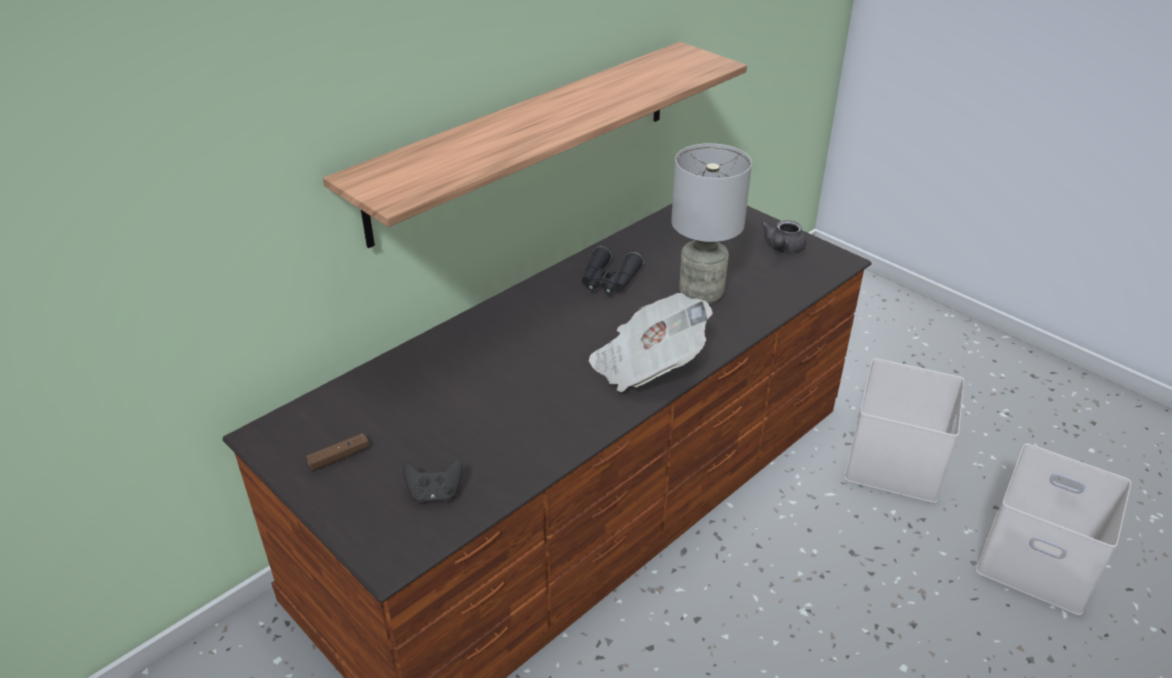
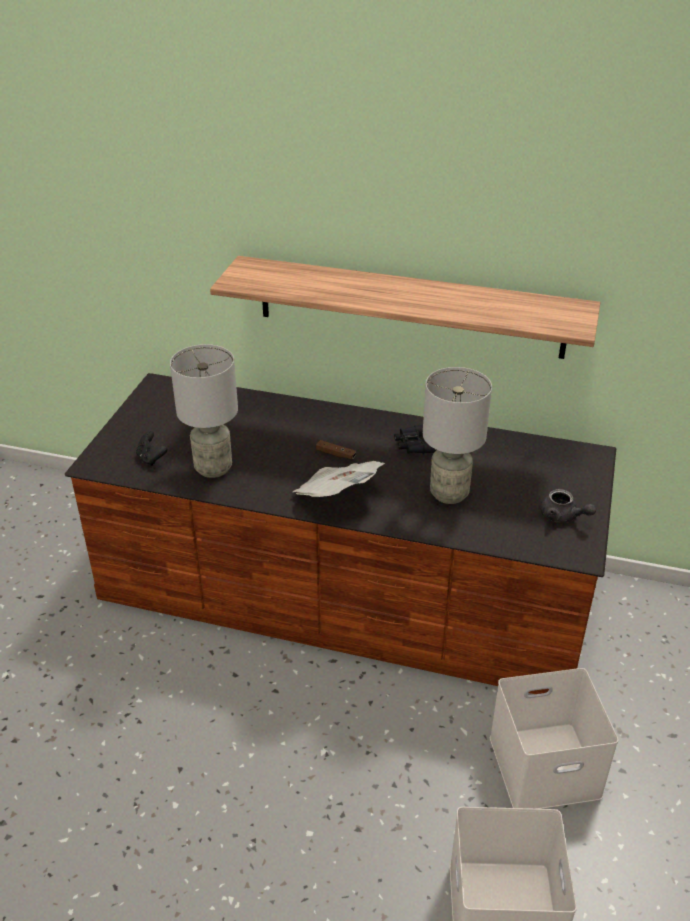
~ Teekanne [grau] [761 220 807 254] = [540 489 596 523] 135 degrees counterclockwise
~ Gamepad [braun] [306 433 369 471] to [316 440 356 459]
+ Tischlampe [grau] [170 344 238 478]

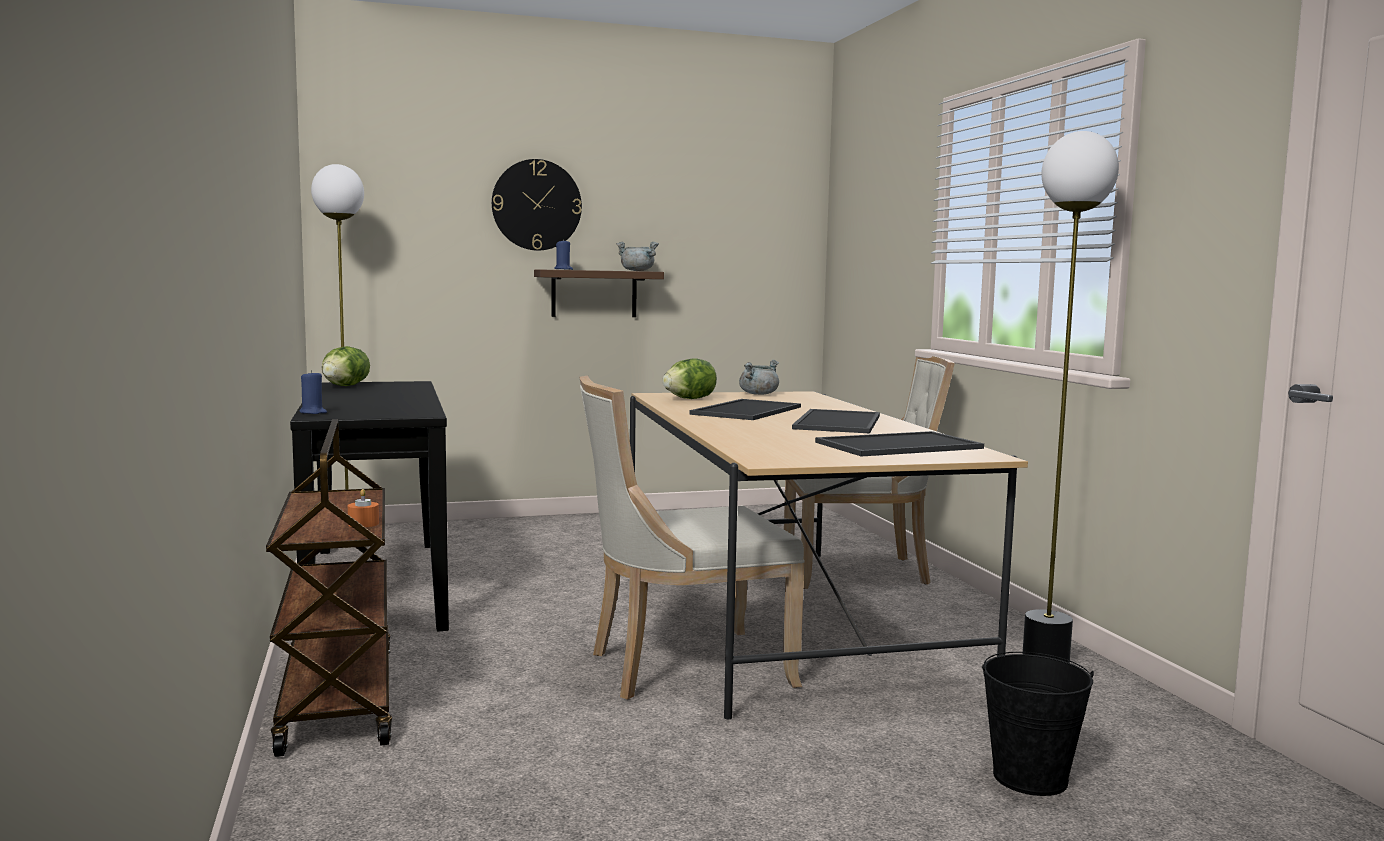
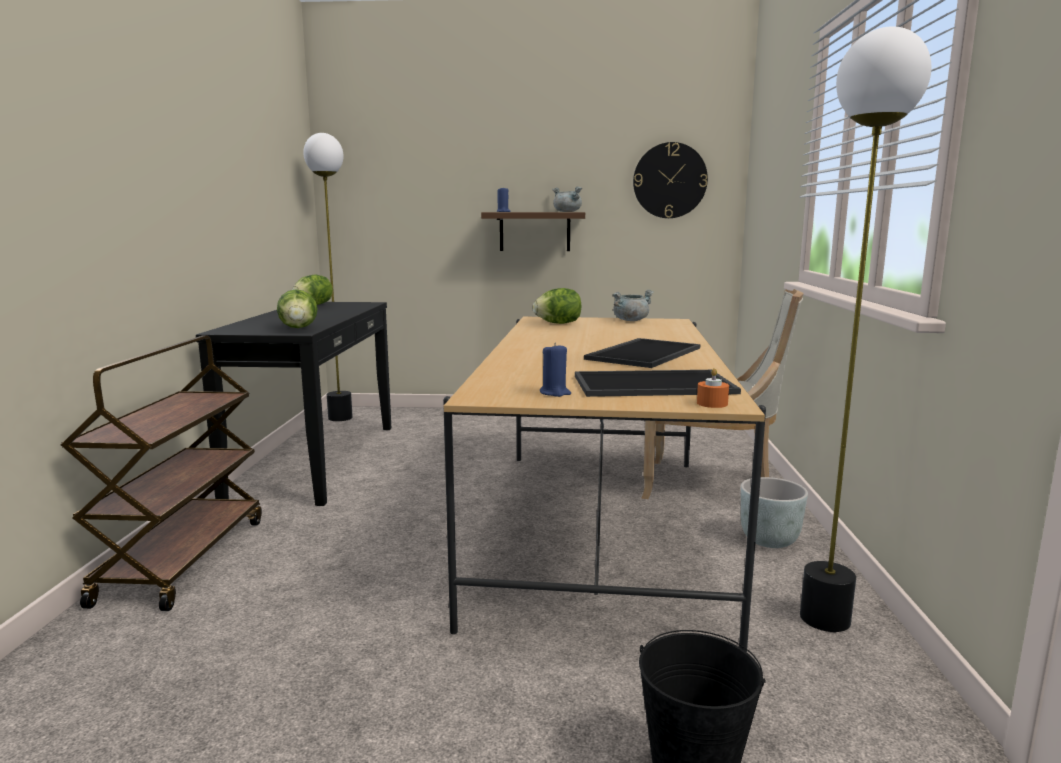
~ Wanduhr [492 159 582 251] to [633 142 708 218]
~ Kerze [blau] [300 370 327 414] to [540 342 571 397]
- Stuhl [beige] [579 376 805 700]
- Tablett [689 399 801 420]
~ Kerze [orange] [348 489 379 527] to [697 368 729 408]
+ Salatkopf [277 289 318 328]
+ Pflanzkübel [grau] [741 477 808 548]

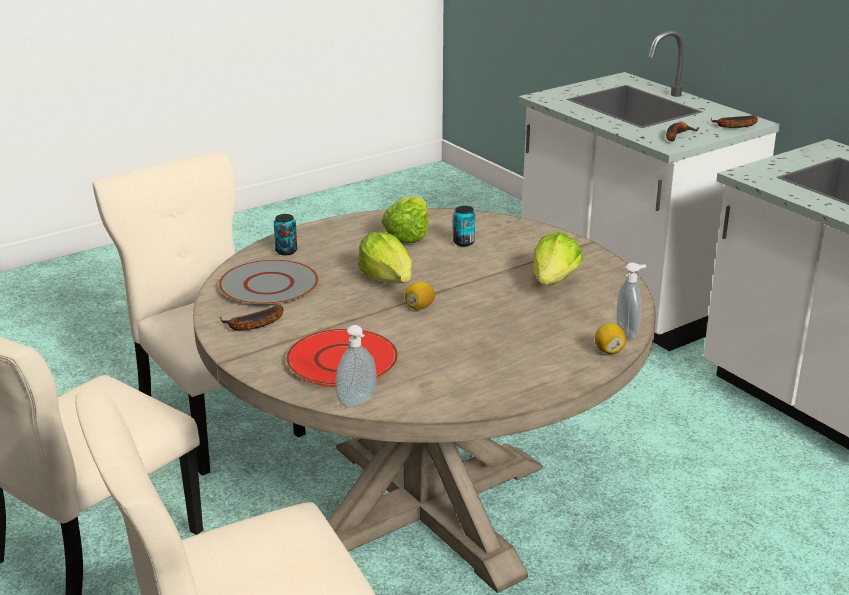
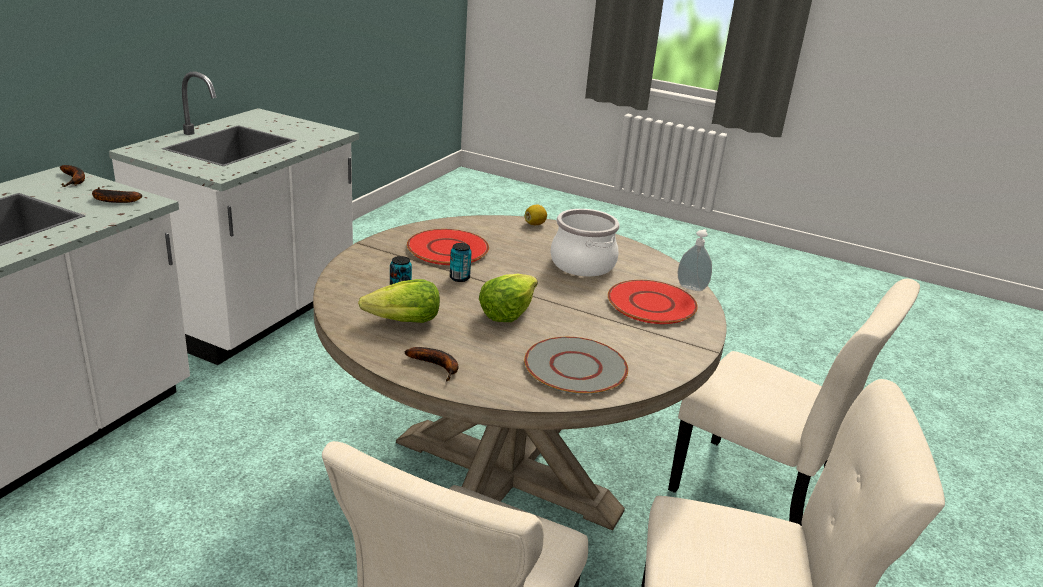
~ Dose [274 214 297 255] to [450 243 472 282]
~ Salatkopf [532 232 583 285] to Teller [rot] [407 229 489 265]
- Seifenspender [616 263 646 340]
- Zitrone [405 282 435 310]
~ Banane [220 305 283 330] to [405 347 458 382]
+ Kochtopf [551 209 620 276]

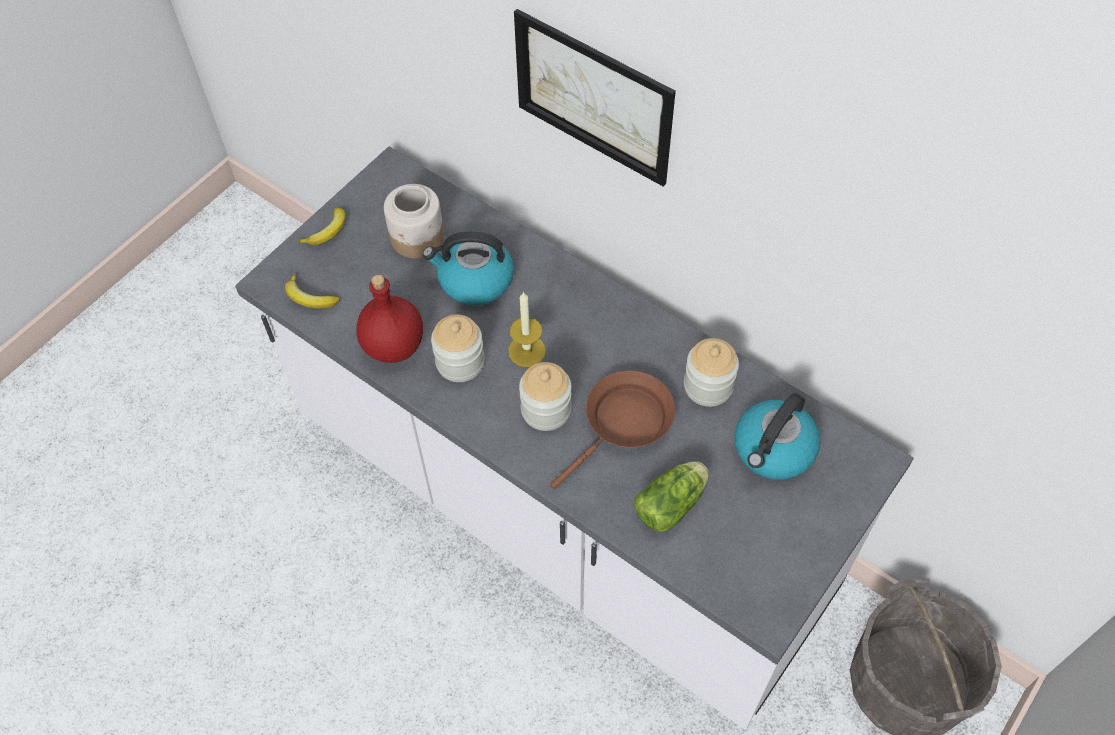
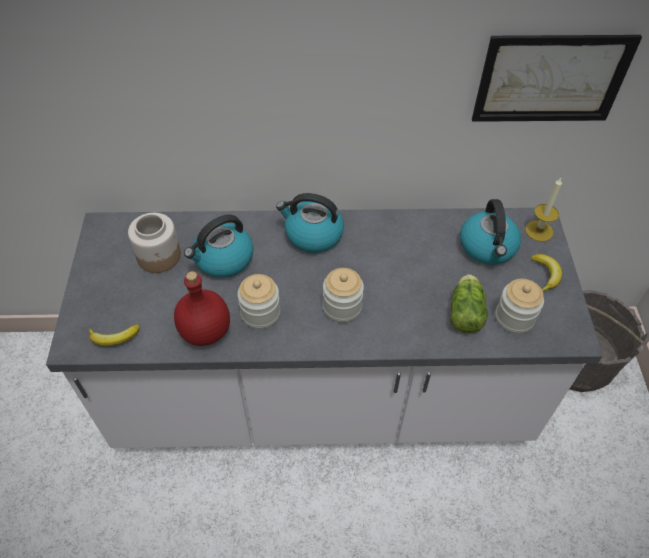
~ Bild [514 9 676 187] to [472 35 642 122]
~ Banane [298 208 346 245] to [531 254 562 292]
~ Kerze [508 292 546 367] to [525 178 562 242]
~ Vorratsglas [684 338 739 407] to [495 279 544 334]
- Pfanne [braun] [550 371 675 490]
+ Wasserkessel [276 193 344 253]

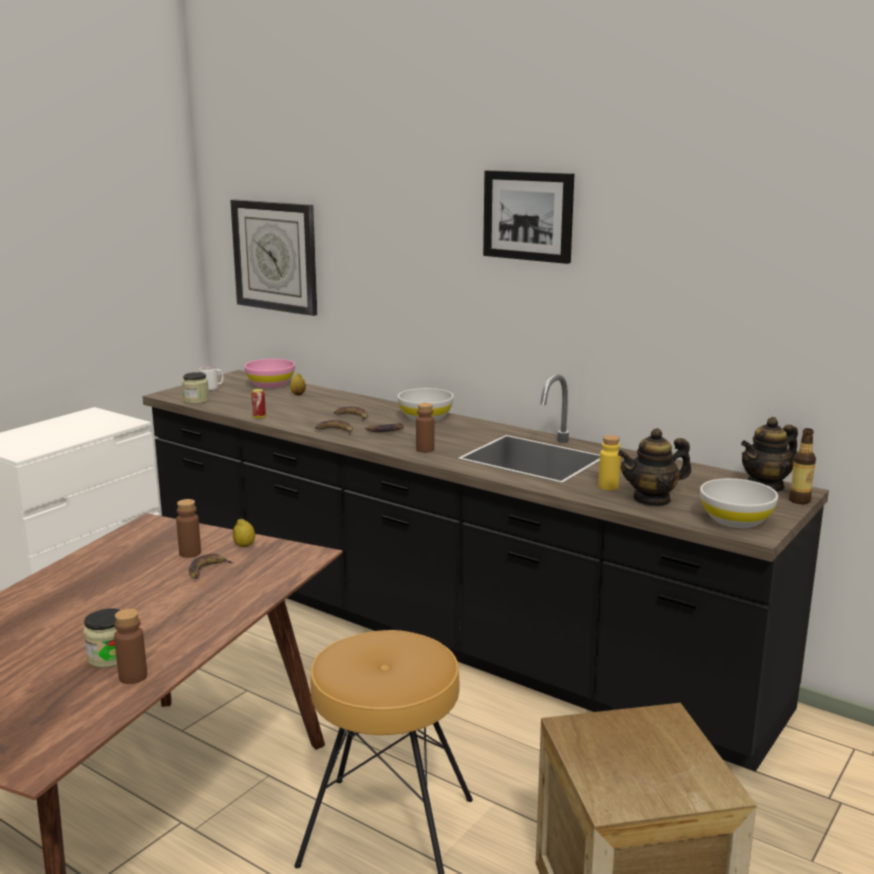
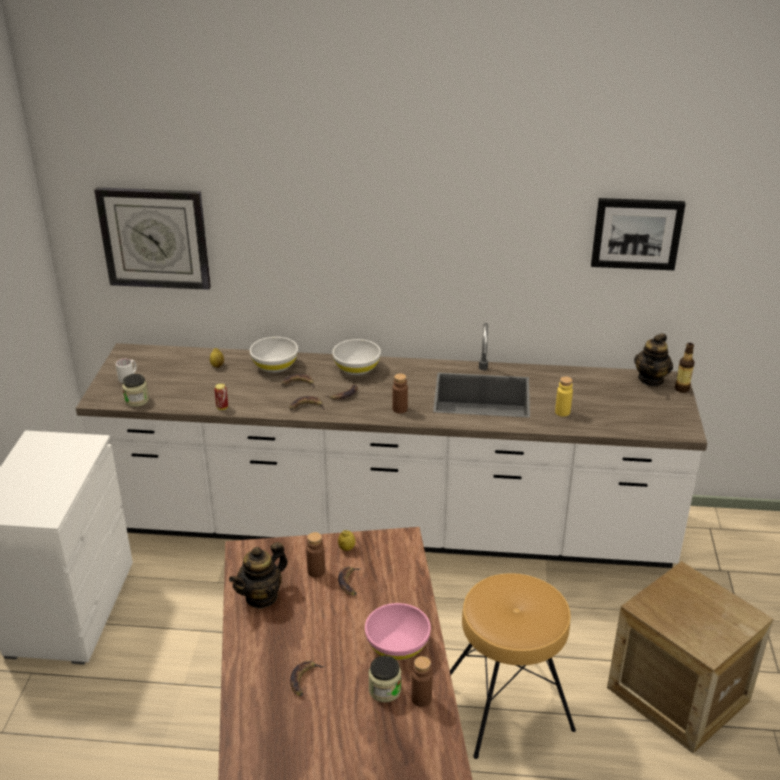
~ Bild [483 170 574 264] to [591 198 685 270]
~ Schüssel [rosa] [244 359 295 388] to [365 603 431 660]
~ Küchenzeile [schwarz] [142 370 829 772] to Küchenzeile [weiß] [76 323 707 568]
~ Teekanne [618 428 691 507] to [229 542 288 609]
~ Schüssel [weiß] [700 478 778 528] to [250 337 298 373]
+ Banane [290 660 324 697]

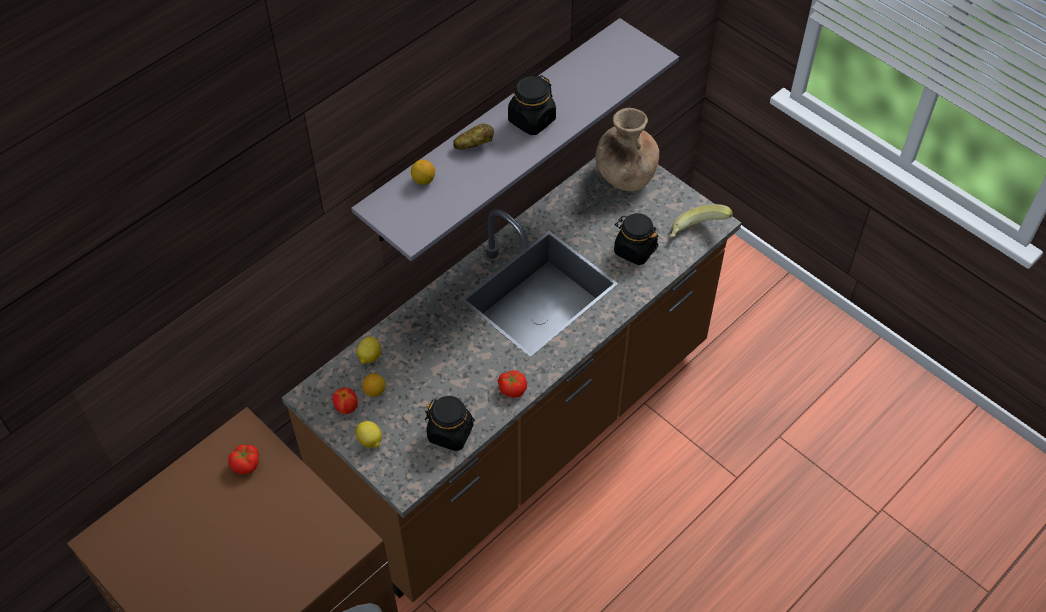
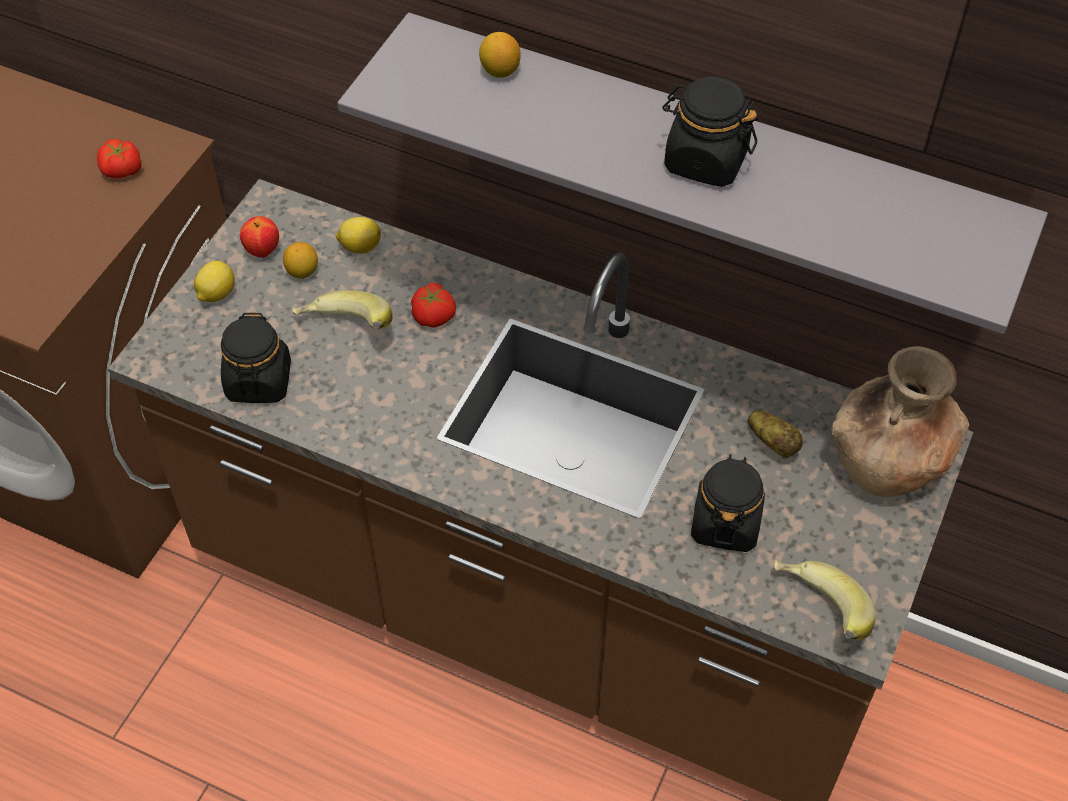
~ Kartoffel [453 124 494 150] to [748 410 803 459]
~ Tomate [498 370 527 398] to [411 283 456 328]
+ Banane [291 290 393 329]

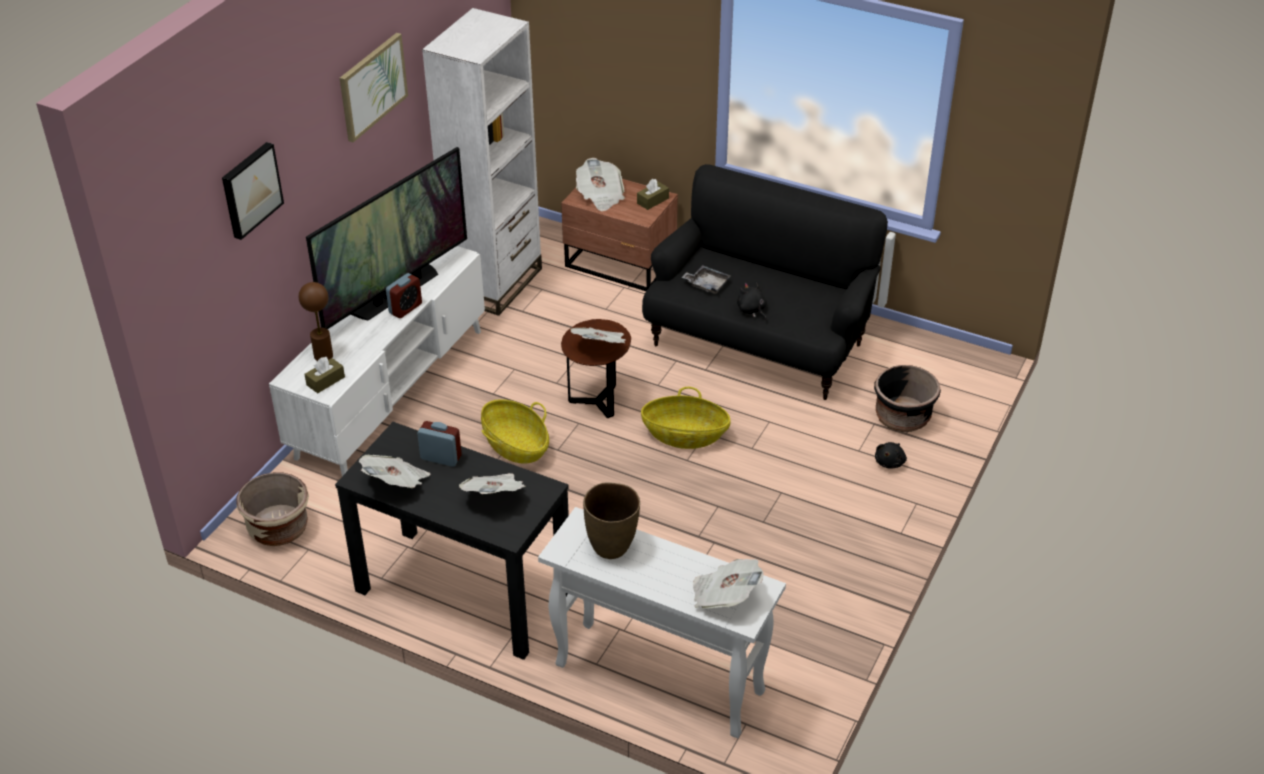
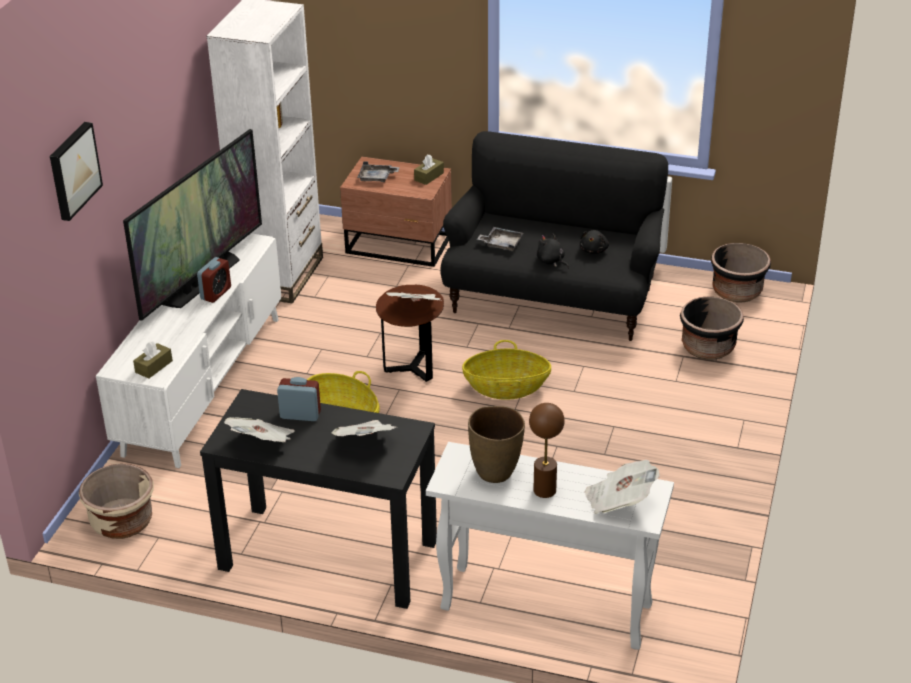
- Bild [340 33 408 142]
~ Zeitung [576 158 625 211] to Tablett [grau] [357 161 400 182]
~ Tischlampe [braun] [299 282 333 361] to [529 403 564 498]
~ Plüschtier [schwarz] [875 442 907 469] to [580 230 609 254]
+ Pflanzkübel [schwarz] [711 243 771 302]

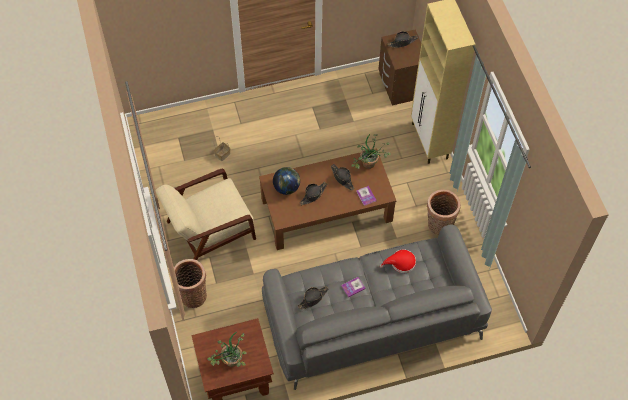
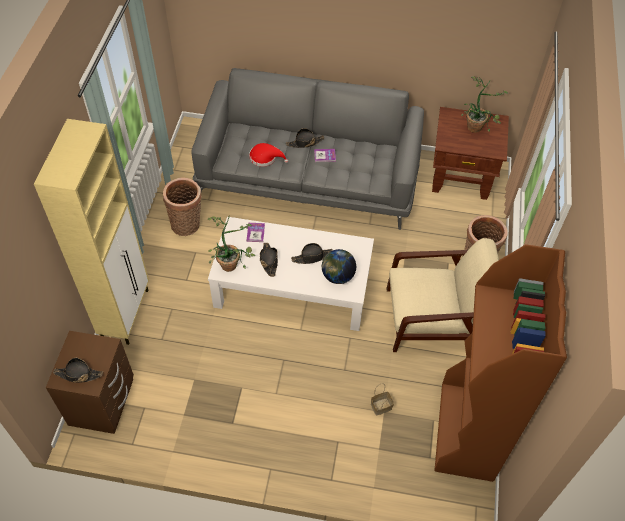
~ Couchtisch [braun] [259 149 396 250] to Couchtisch [weiß] [208 217 374 331]
~ Hut [schwarz] [298 286 329 310] to [286 128 324 148]
+ Bücherregal [braun] [434 244 567 482]

